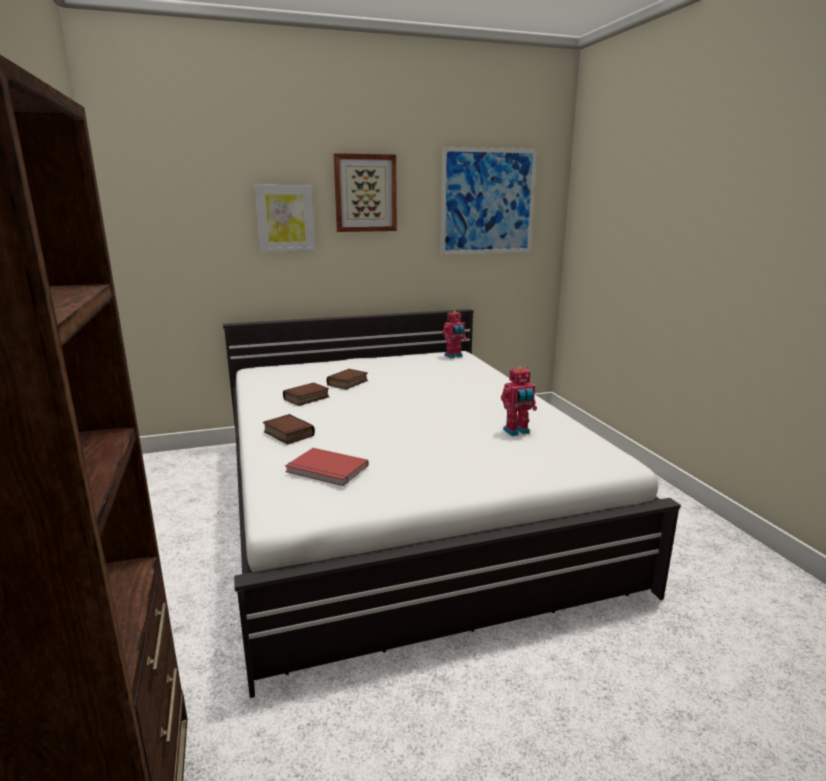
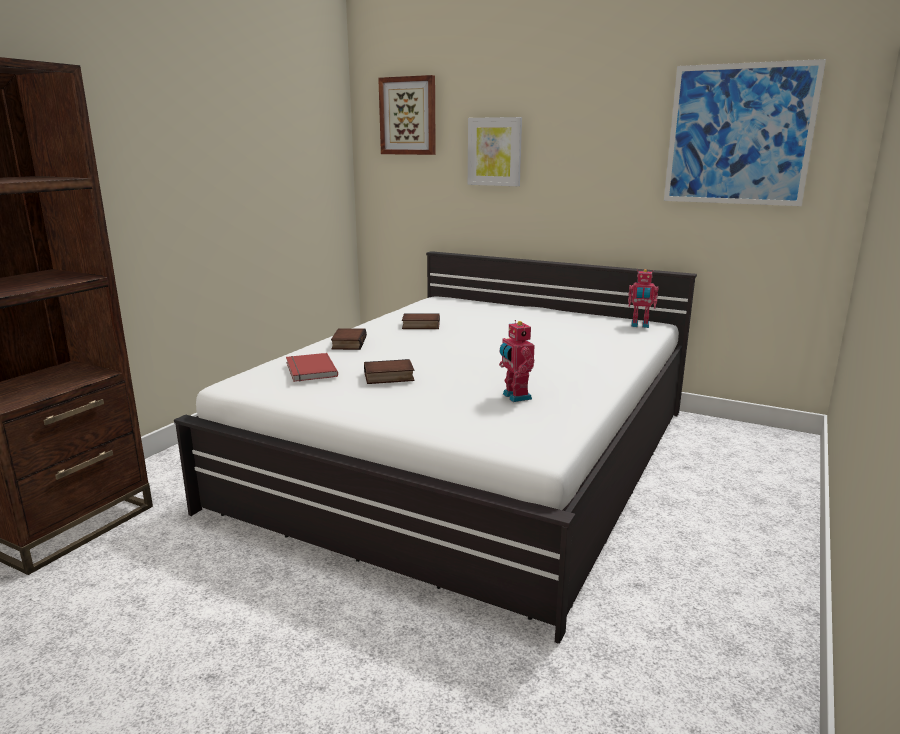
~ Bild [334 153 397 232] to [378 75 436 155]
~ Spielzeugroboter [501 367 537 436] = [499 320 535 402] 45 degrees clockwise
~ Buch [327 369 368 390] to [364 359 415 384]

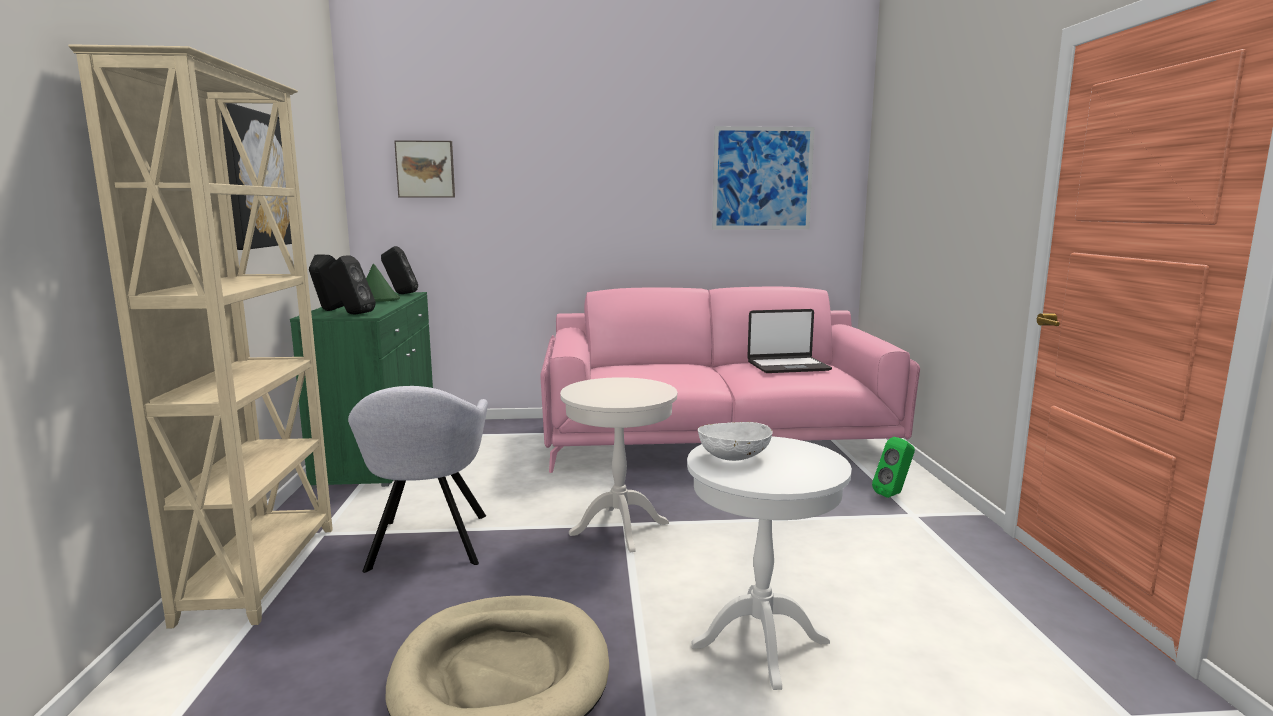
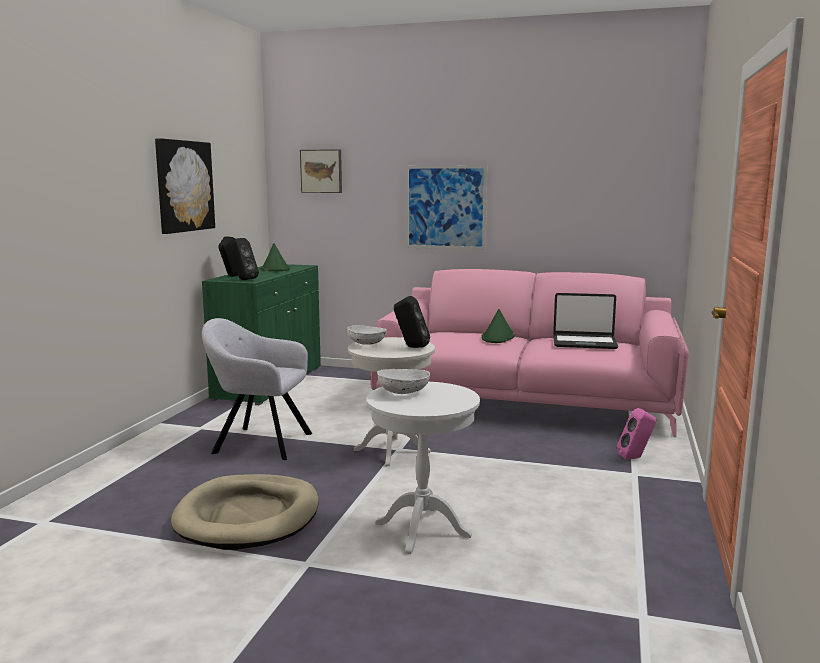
- Bücherregal [beige] [68 44 333 629]
~ Bild [712 126 814 230] to [406 165 487 250]
~ Lautsprecher [schwarz] [381 246 418 294] to [394 296 430 348]
~ Sessel [grau] [348 386 488 573] = [202 318 312 460] 90 degrees clockwise
~ Lautsprecher [grün] [872 437 915 498] to Lautsprecher [rosa] [617 408 656 459]
+ Hut [grün] [481 309 514 343]
+ Schüssel [weiß] [347 325 387 345]

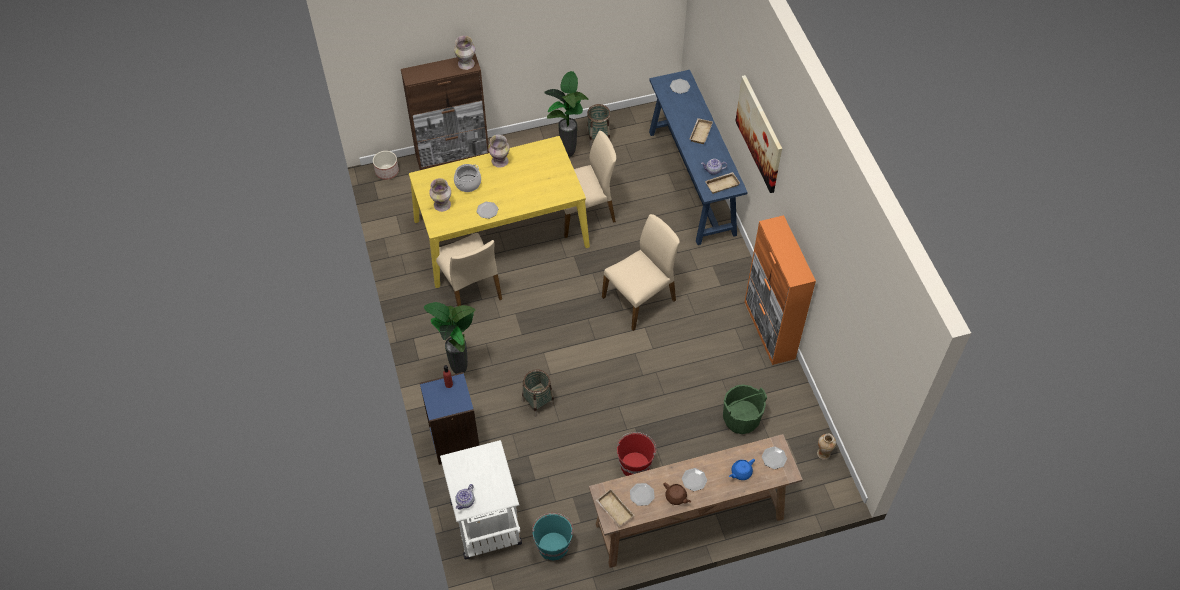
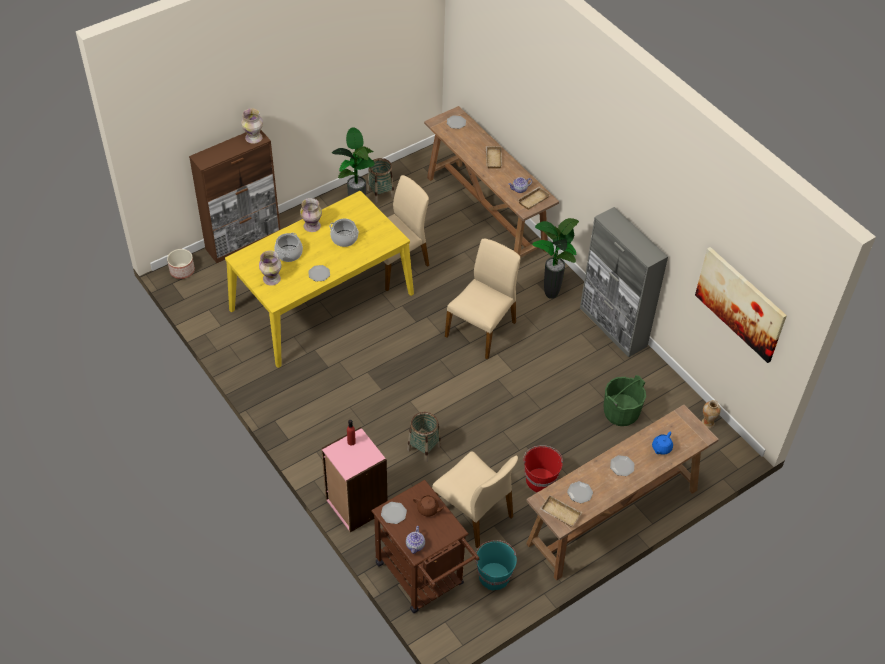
~ Konsolentisch [blau] [649 70 748 245] to Konsolentisch [braun] [424 106 559 258]
~ Bild [735 75 782 193] to [695 247 787 363]
~ Schrank [orange] [745 215 816 365] to Schrank [grau] [580 207 668 357]
~ Stuhl [beige] [436 233 502 306] to [432 451 518 549]
~ Topfpflanze [424 302 475 374] to [532 218 579 299]
~ Bücherregal [blau] [420 372 479 465] to Bücherregal [rosa] [321 427 387 532]
~ Rollwagen [weiß] [440 440 522 559] to Rollwagen [braun] [371 480 479 613]
~ Teller [762 447 787 469] to [381 502 407 524]
~ Teekanne [braun] [664 483 691 505] to [413 495 446 517]
+ Kochtopf [329 218 359 247]

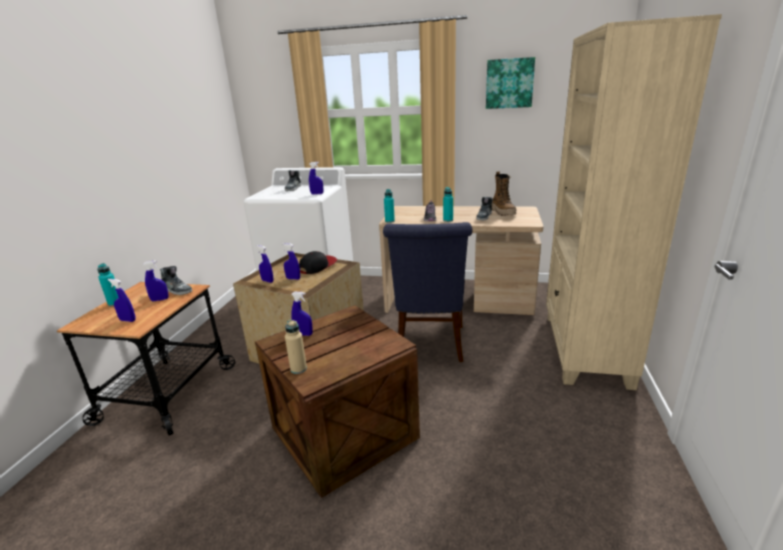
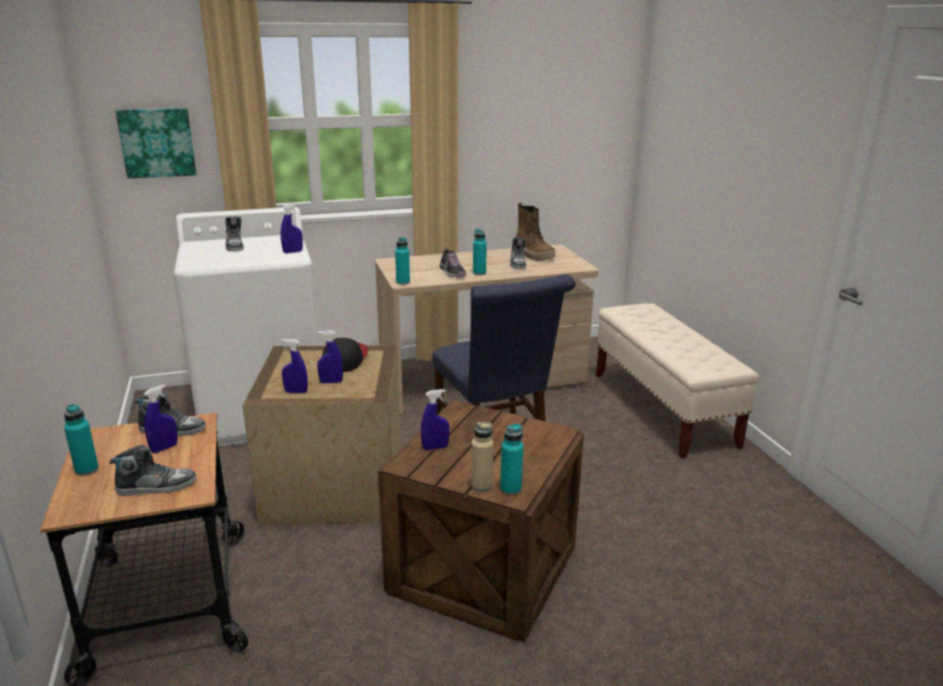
~ Bücherregal [beige] [546 14 722 390] to Bank [beige] [596 303 759 459]
~ Bild [486 57 535 109] to [115 108 196 178]
~ Sprühflasche [blau] [108 279 136 322] to Schuh [110 445 196 496]
+ Flasche [türkis] [500 424 523 495]

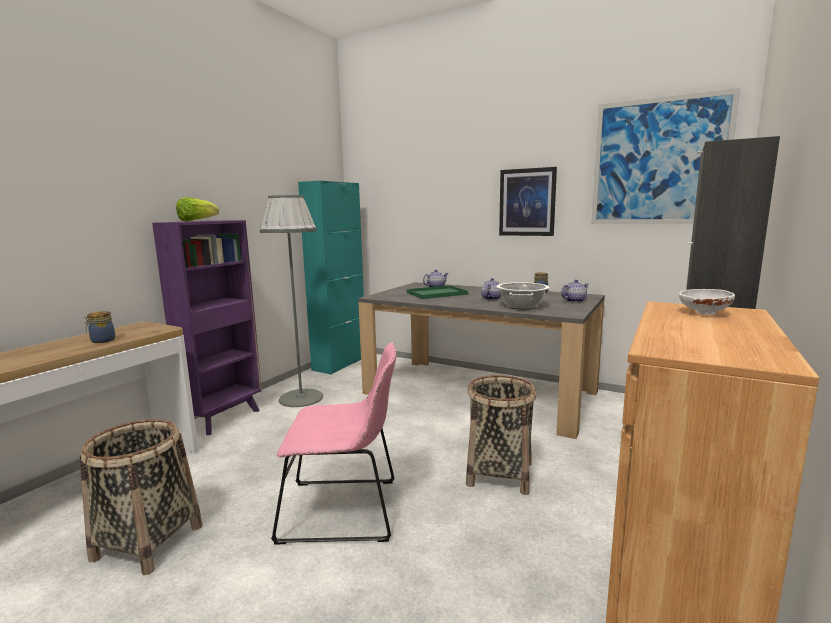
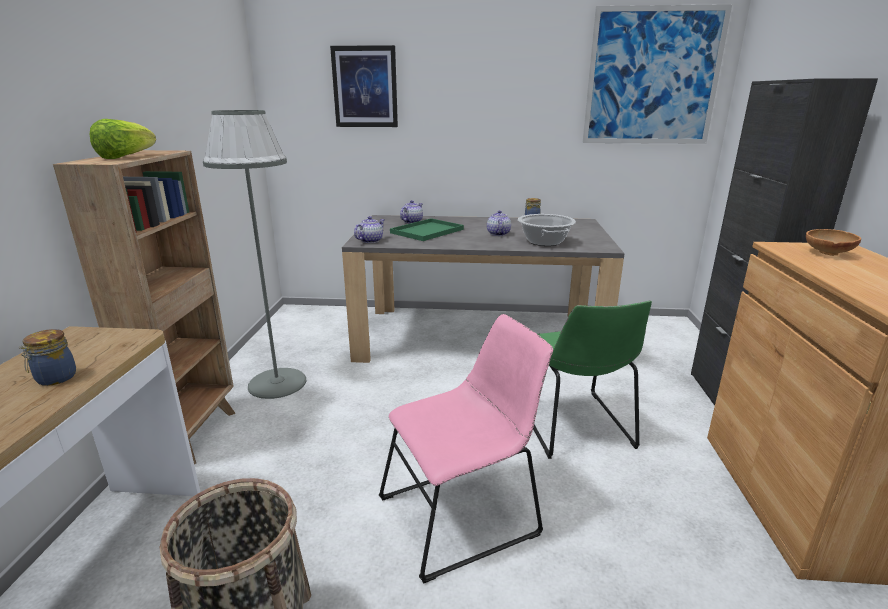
~ Bild [499 167 557 236] to [330 45 398 127]
- Schrank [türkis] [298 181 364 375]
~ Bücherregal [lila] [152 220 262 435] to Bücherregal [braun] [53 150 235 464]
~ Teekanne [561 279 589 303] to [354 216 385 243]
~ Schüssel [weiß] [679 289 735 315] to Schüssel [braun] [806 229 861 256]
~ Korb [466 375 537 495] to Stuhl [grün] [533 301 652 459]

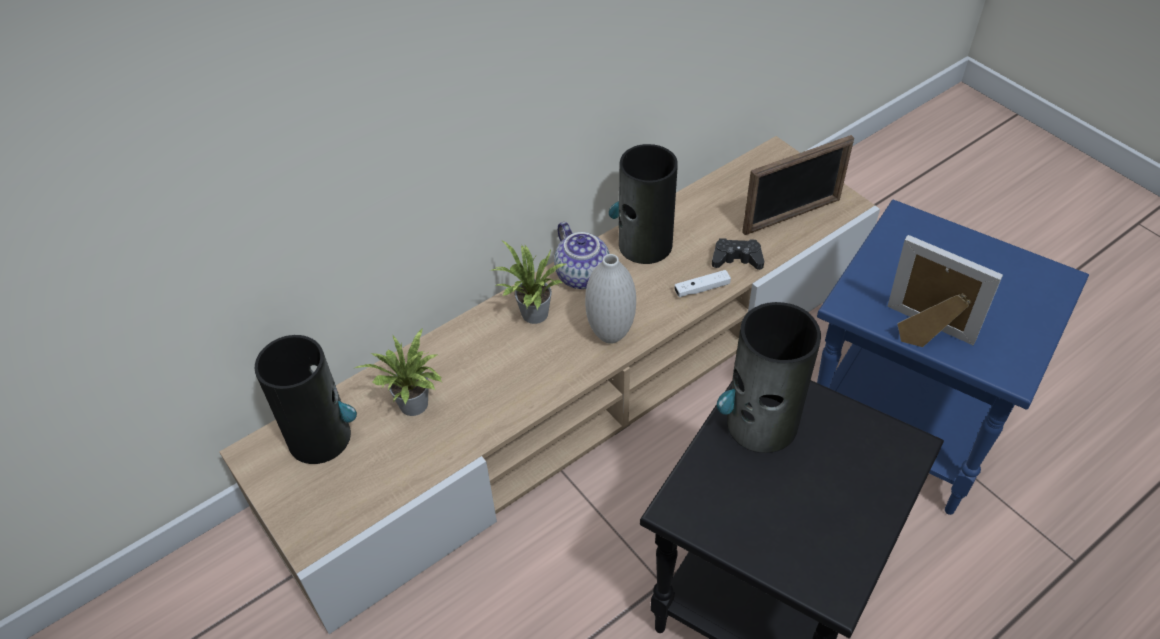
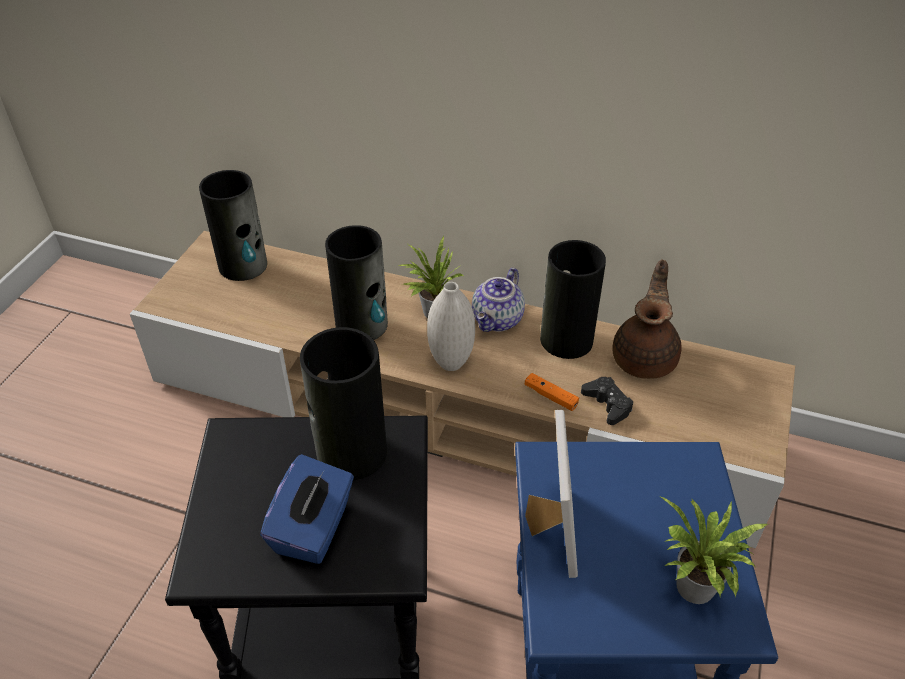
- Bilderrahmen [742 135 854 235]
~ Gamepad [weiß] [674 270 731 297] to Gamepad [orange] [524 373 579 411]
~ Topfpflanze [355 328 443 416] to [660 496 769 604]
+ Vase [325 225 388 340]
+ Teekanne [braun] [612 260 682 379]
+ Taschentuchbox [blau] [260 454 354 564]

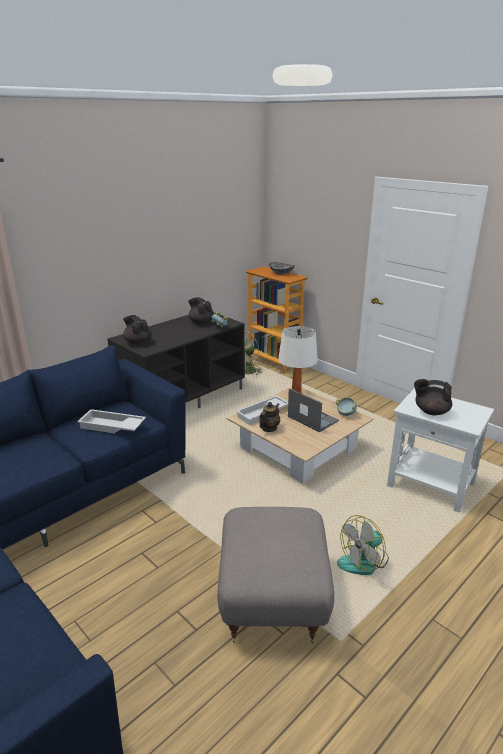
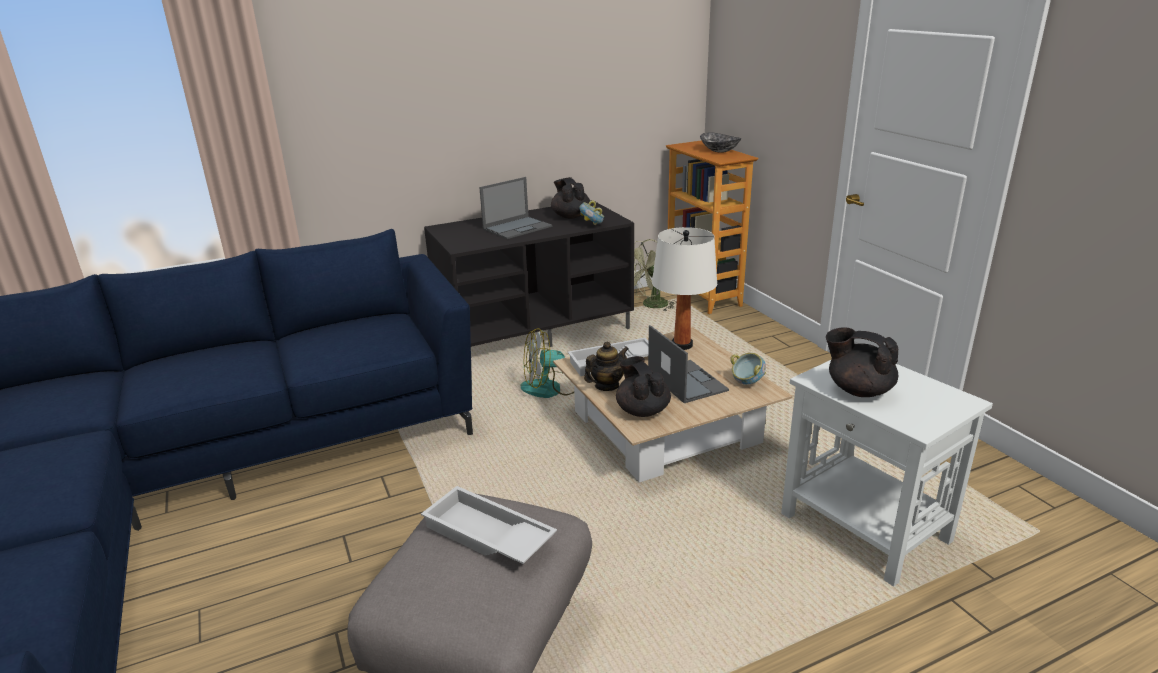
~ Teekanne [schwarz] [123 315 152 345] to [616 356 671 417]
~ Tablett [weiß] [77 409 146 433] to [421 486 557 564]
~ Ventilator [337 515 389 575] to [520 328 574 398]
+ Laptop [479 177 552 239]

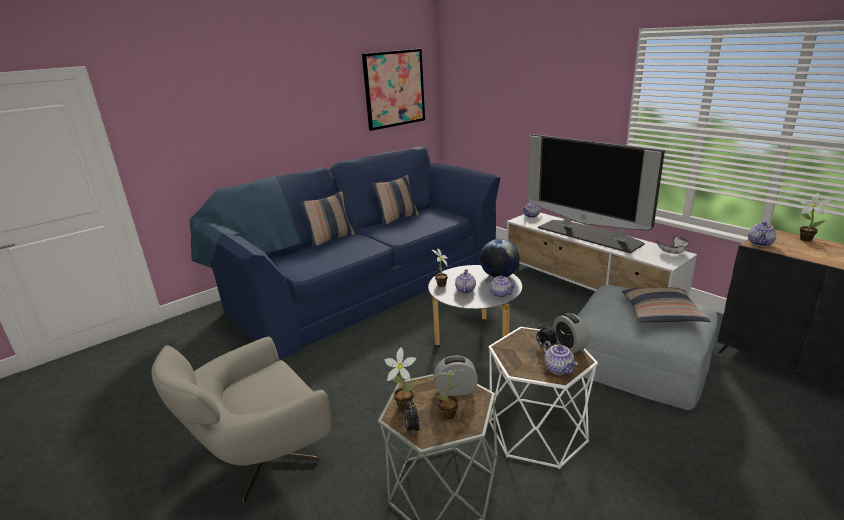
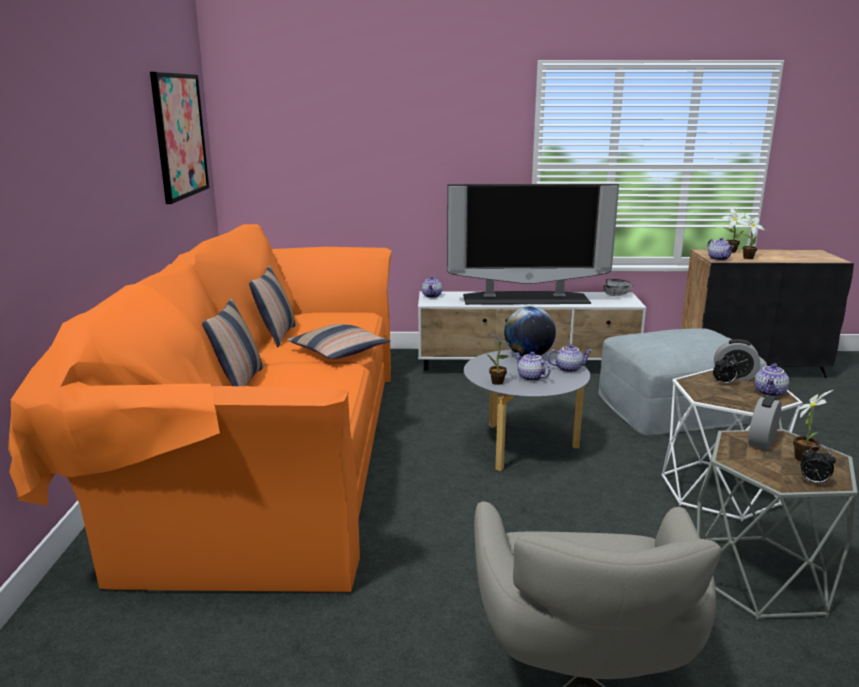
~ Sofa [blau] [190 146 500 359] to Sofa [orange] [8 224 391 592]
~ Kissen [621 287 711 322] to [287 324 391 359]
~ Teekanne [543 341 578 375] = [754 363 789 397] 105 degrees clockwise
~ Topfpflanze [384 347 418 410] to [742 214 765 259]

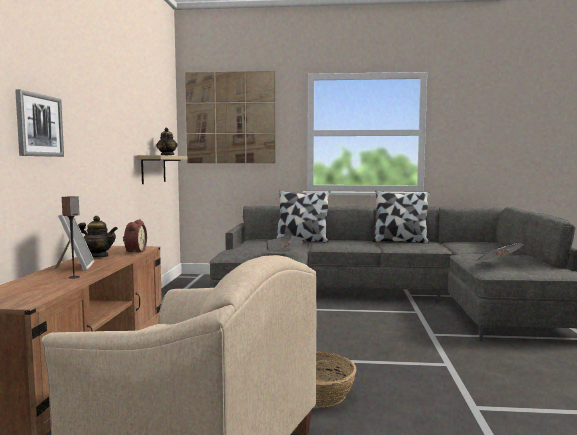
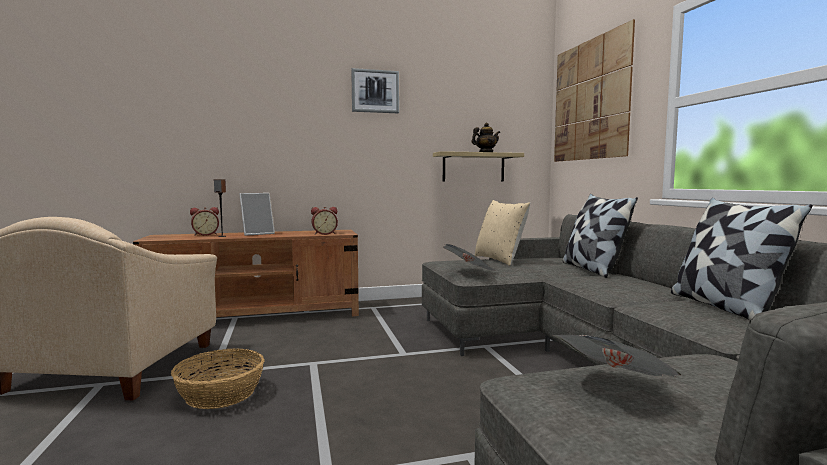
~ Bild [15 89 64 157] to [351 68 399 113]
- Teekanne [78 216 118 258]
+ Kissen [beige] [475 200 530 266]
+ Wecker [190 207 219 236]

